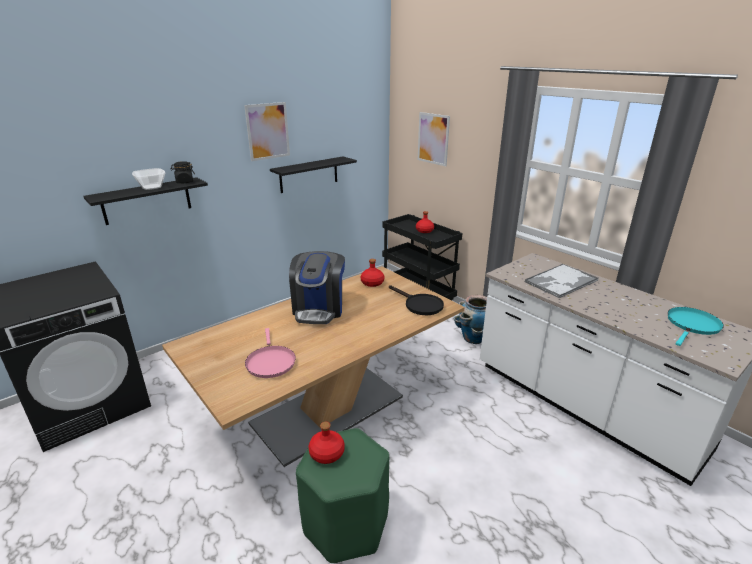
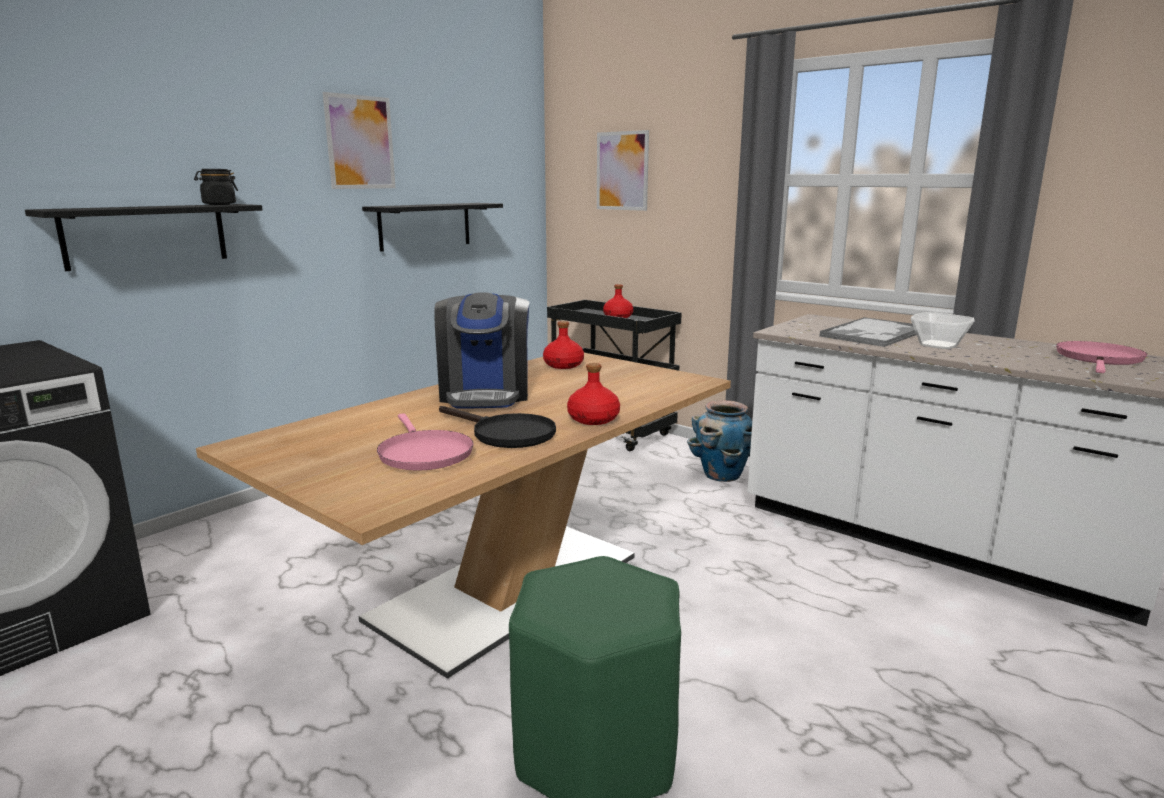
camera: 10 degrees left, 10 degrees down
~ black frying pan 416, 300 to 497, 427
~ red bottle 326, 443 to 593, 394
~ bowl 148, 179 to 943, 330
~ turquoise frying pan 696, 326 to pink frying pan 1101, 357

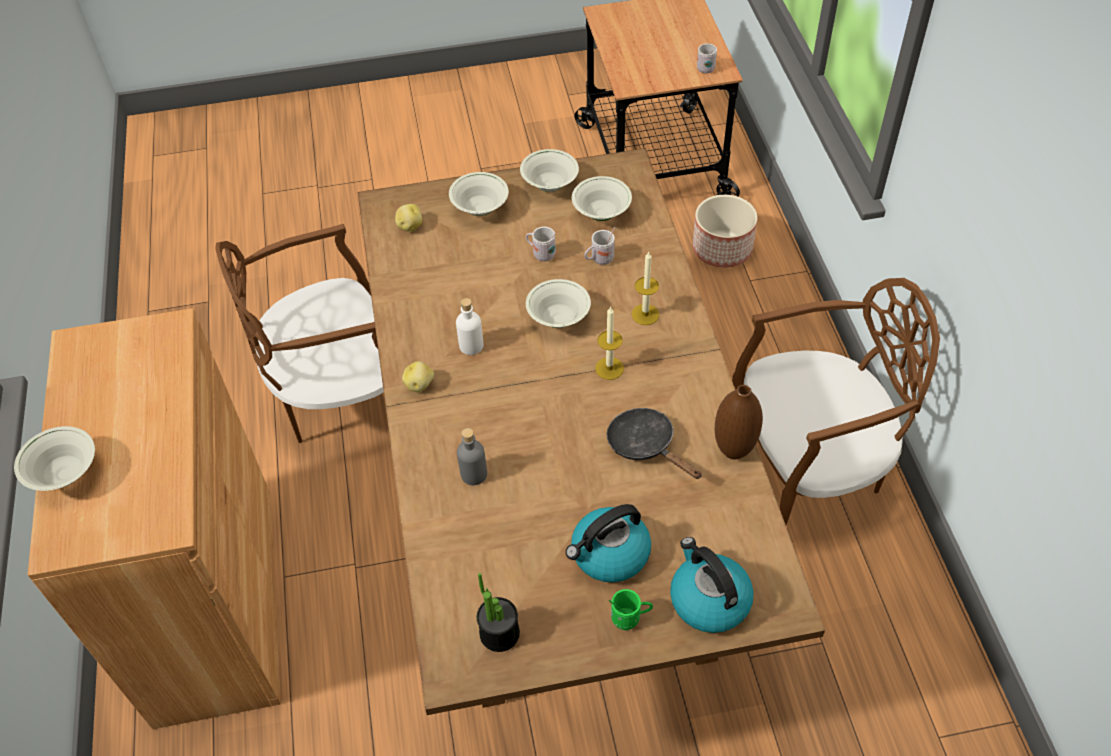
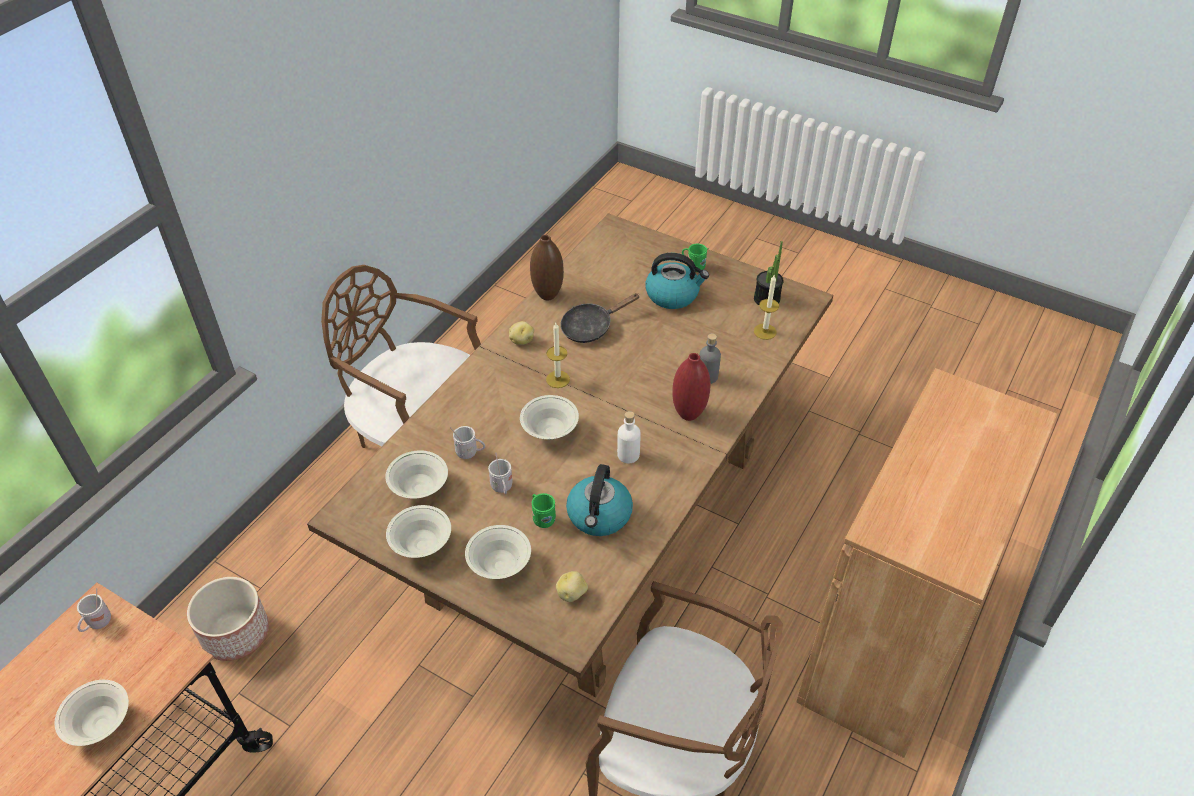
camera: 140 degrees left, 5 degrees down
~ white bowl 54, 458 to 92, 713
~ potato 418, 376 to 521, 333
+ green mug 544, 510
~ black frying pan 654, 443 = 600, 318 60 degrees clockwise
~ kettle 712, 585 to 599, 500
+ red vase 691, 387
~ candle 645, 288 to 766, 307

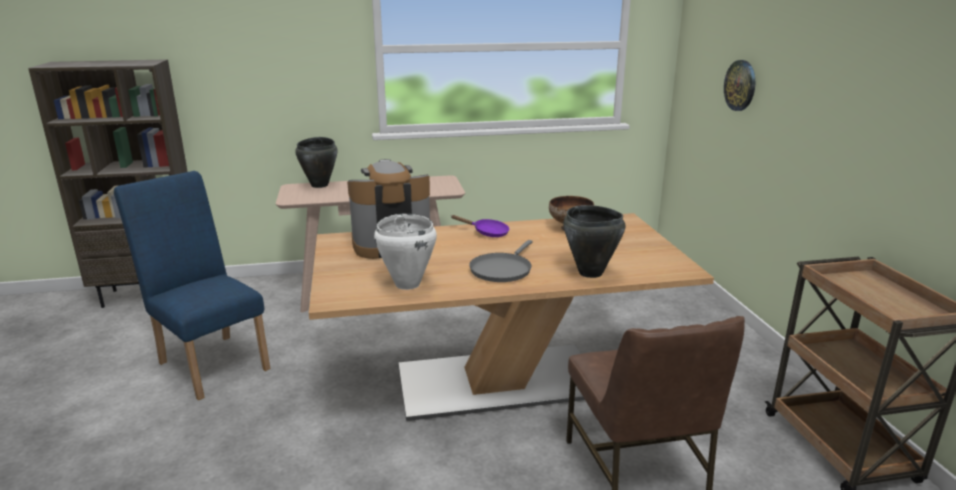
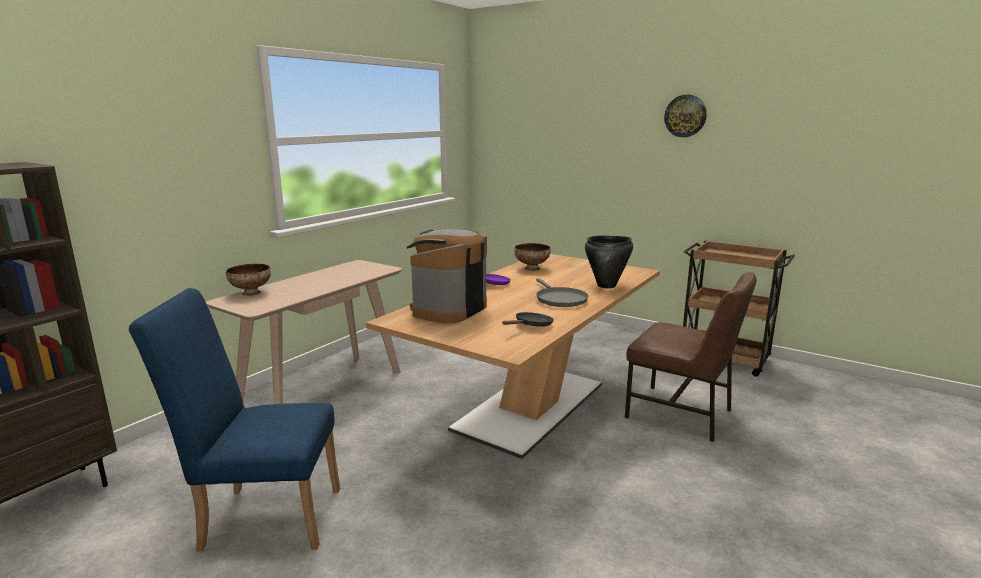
camera: 45 degrees left, 5 degrees down
~ black cooking pot 316, 162 to bowl 248, 279
~ white cooking pot 405, 252 to black frying pan 528, 319
~ wall clock 739, 85 to 685, 116

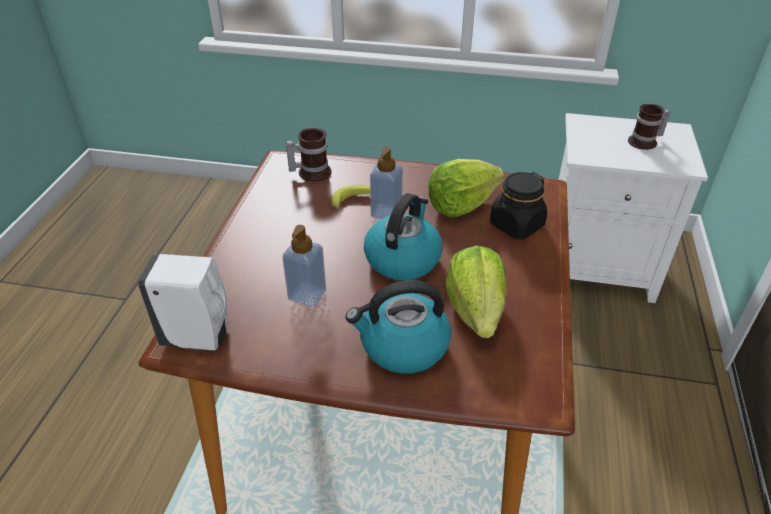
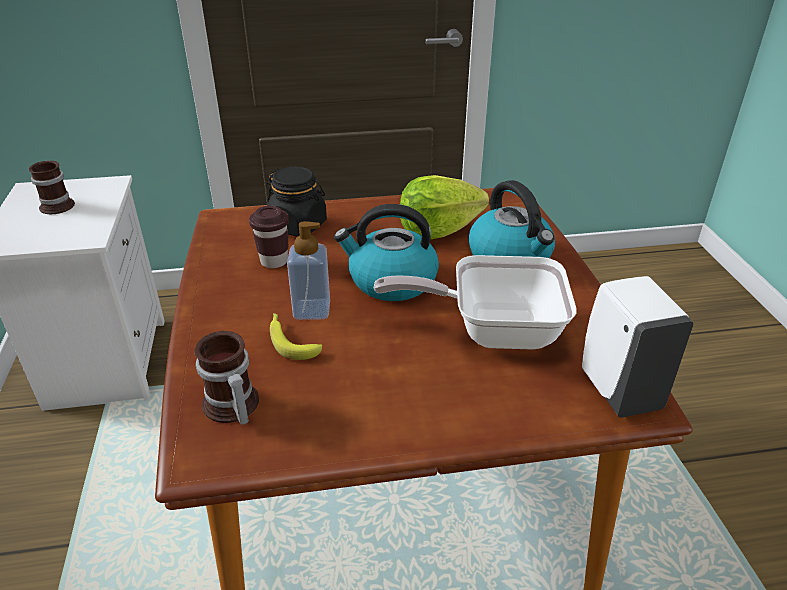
camera: 110 degrees left, 5 degrees down
~ lettuce 466, 188 to brown cup 269, 237
~ soap dispenser 304, 266 to frying pan 475, 302

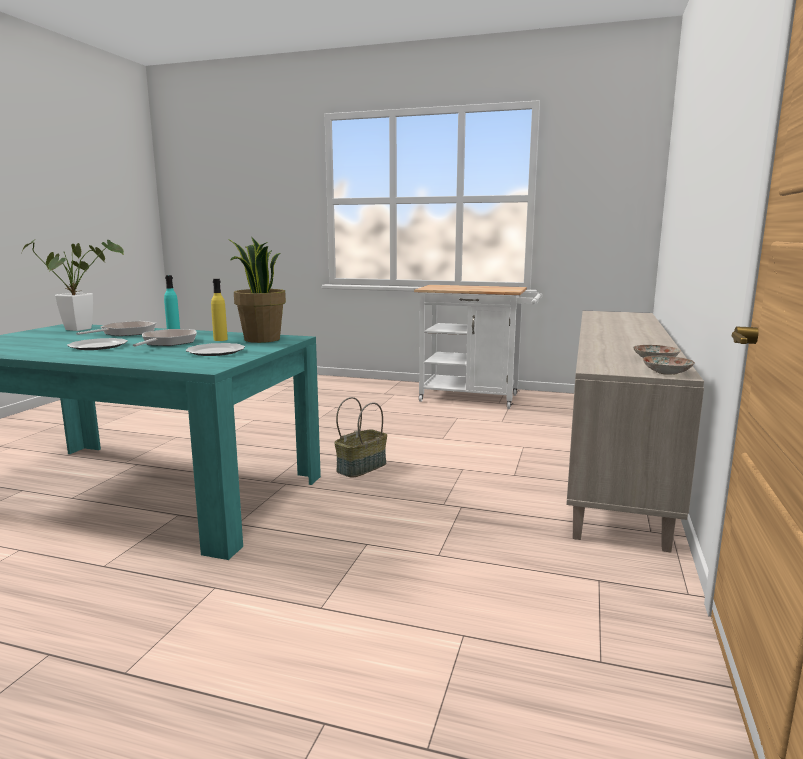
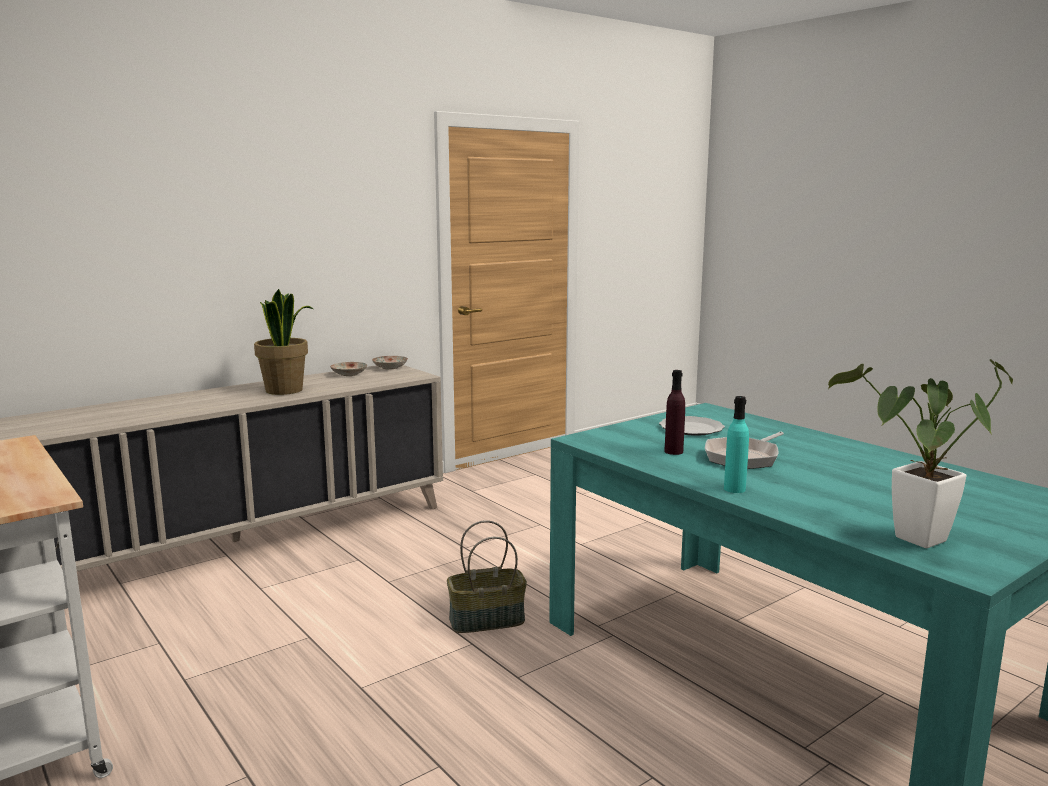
camera: 145 degrees left, 0 degrees up
~ potted plant 257, 290 to 283, 342
~ yellow bottle 219, 310 to purple bottle 674, 412
- plate 97, 344
- frying pan 116, 328

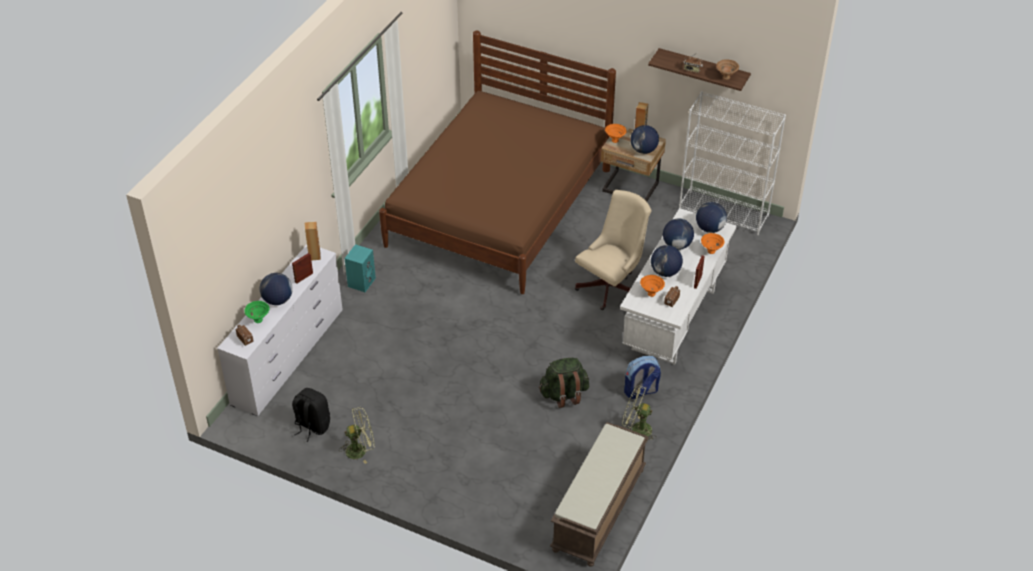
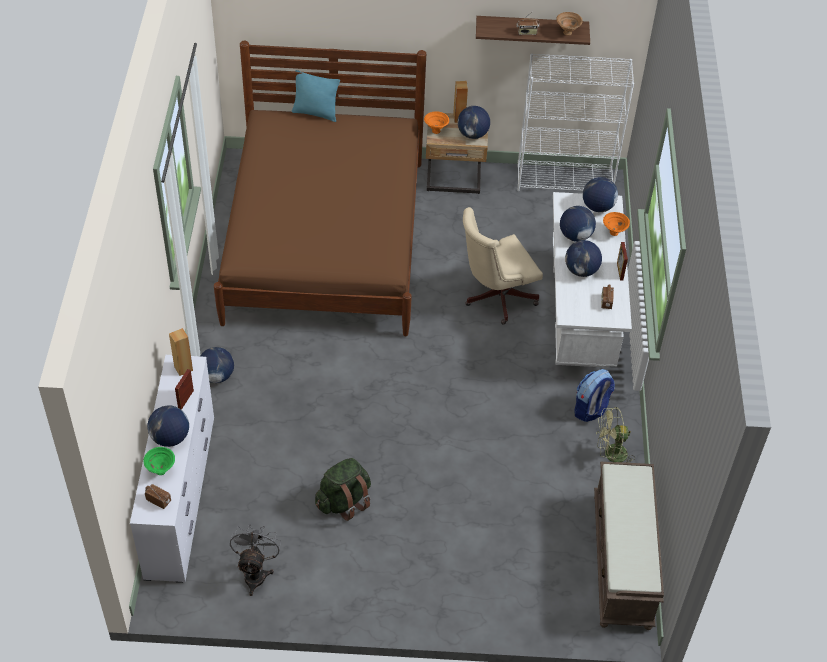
camera: 25 degrees left, 5 degrees up
~ turquoise speaker 360, 268 to globe 217, 365
~ black backpack 311, 415 to grey fan 255, 560
+ turquoise pillow 316, 96
~ green backpack 564, 383 to 343, 489
~ beige office chair 613, 250 = 503, 266 135 degrees counterclockwise
- green fan 357, 435
- orange bowl 652, 286

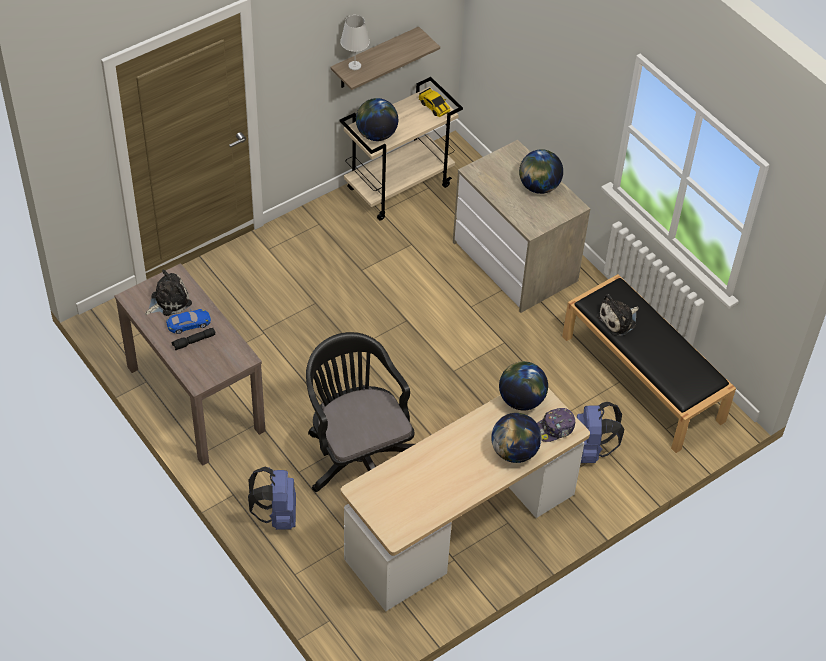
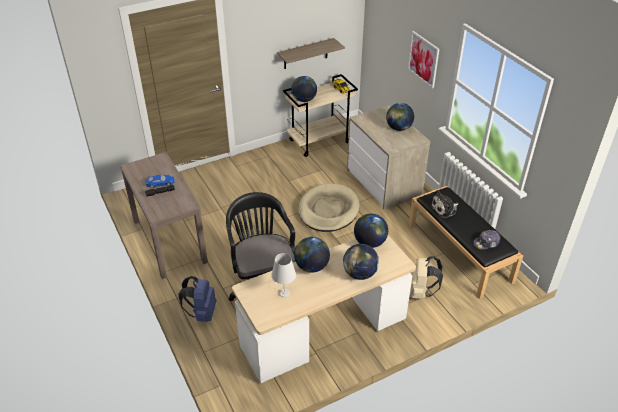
camera: 10 degrees right, 10 degrees down
~ white table lamp 355, 42 to 283, 275
+ globe 312, 255
+ beige dog bed 329, 207
+ picture 423, 59
~ blue backpack 600, 432 to beige backpack 426, 277
~ cap 556, 425 to 486, 240
- plush toy 168, 293

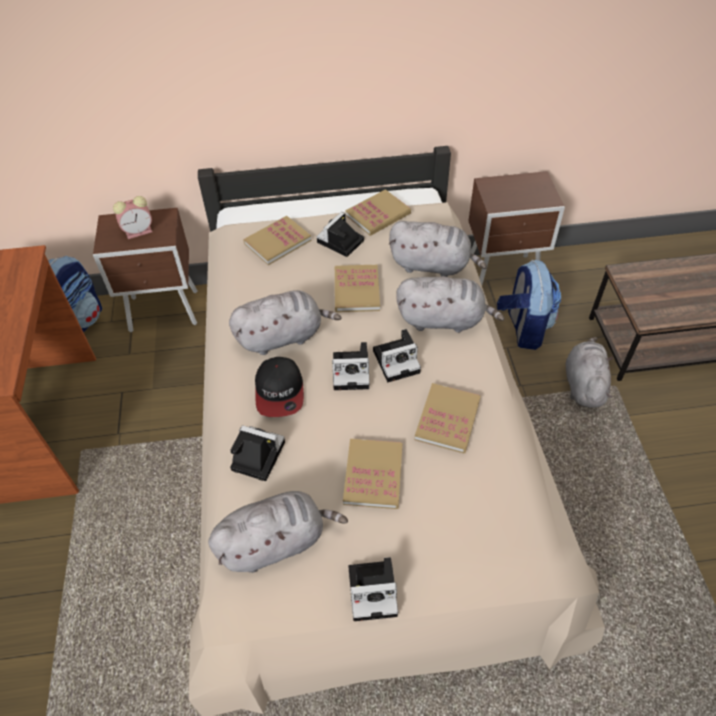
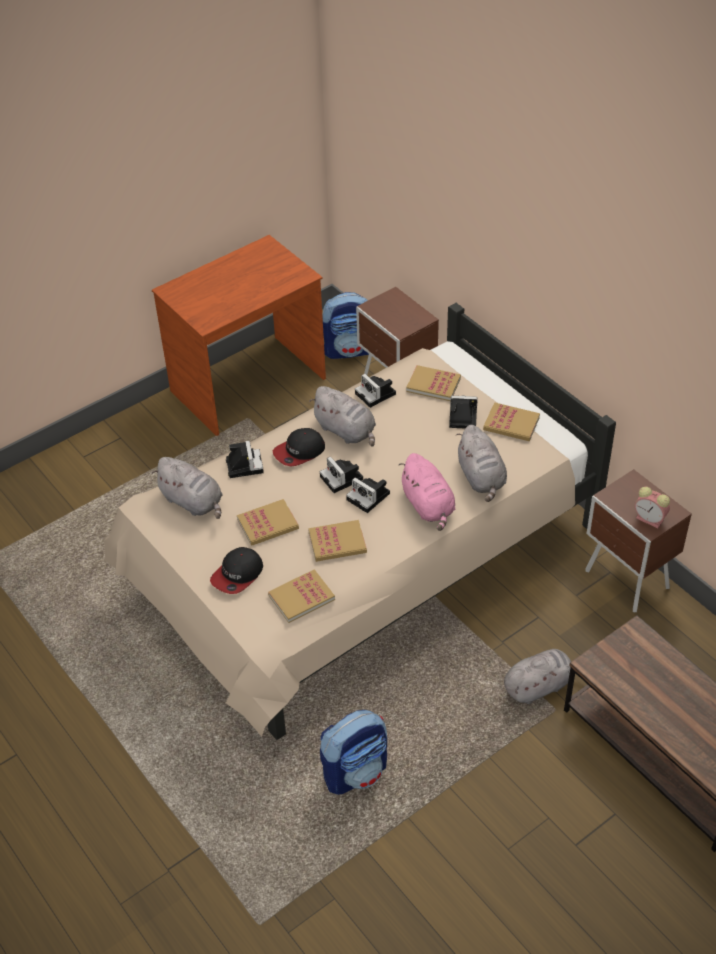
camera: 60 degrees right, 5 degrees down
+ cap 236, 570
~ book 357, 288 to 301, 596
~ backpack 529, 305 to 353, 752
~ photo camera 373, 589 to 375, 391
~ grey plush toy 450, 304 to pink plush toy 426, 492
~ alarm clock 132, 217 to 652, 507

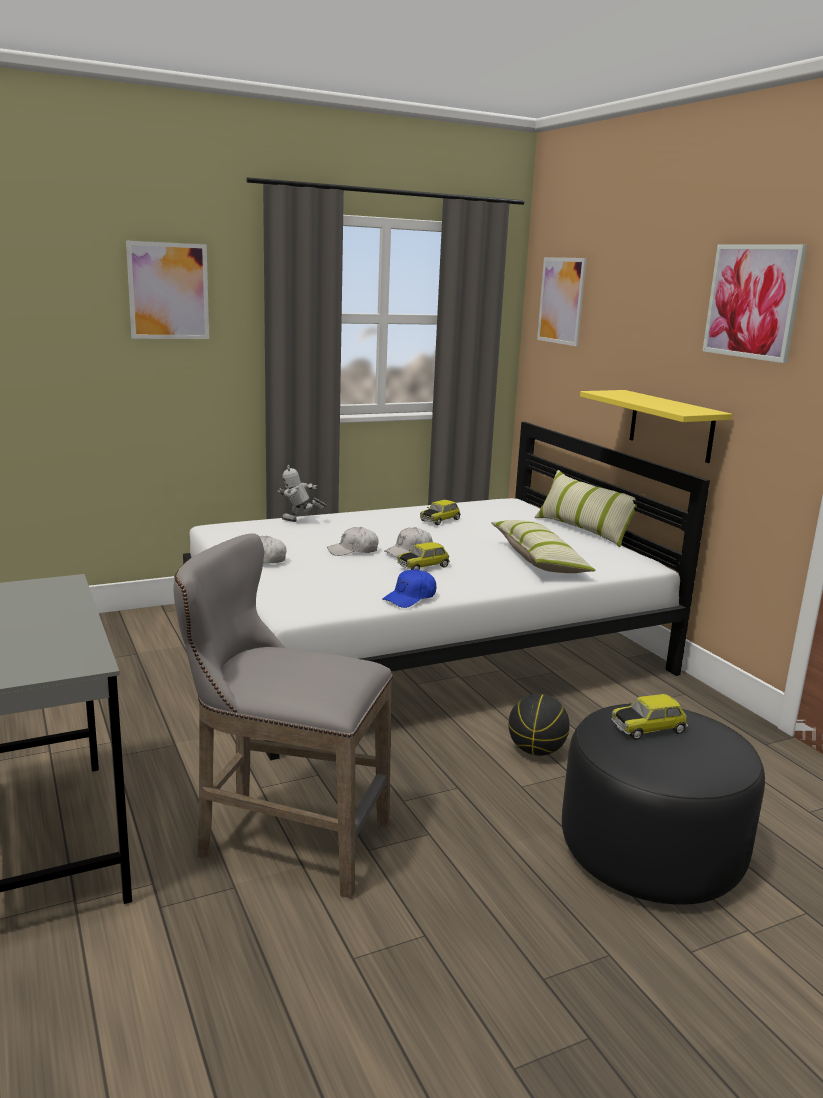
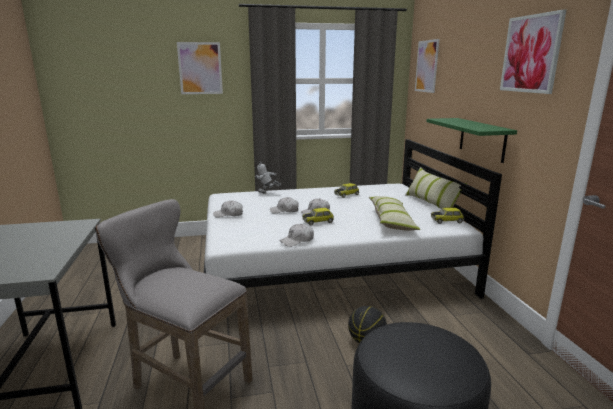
camera: 15 degrees right, 0 degrees up
~ blue cap 409, 588 to white cap 297, 235
~ yellow shelf 656, 426 to green shelf 471, 140
~ toy car 649, 717 to 447, 216

